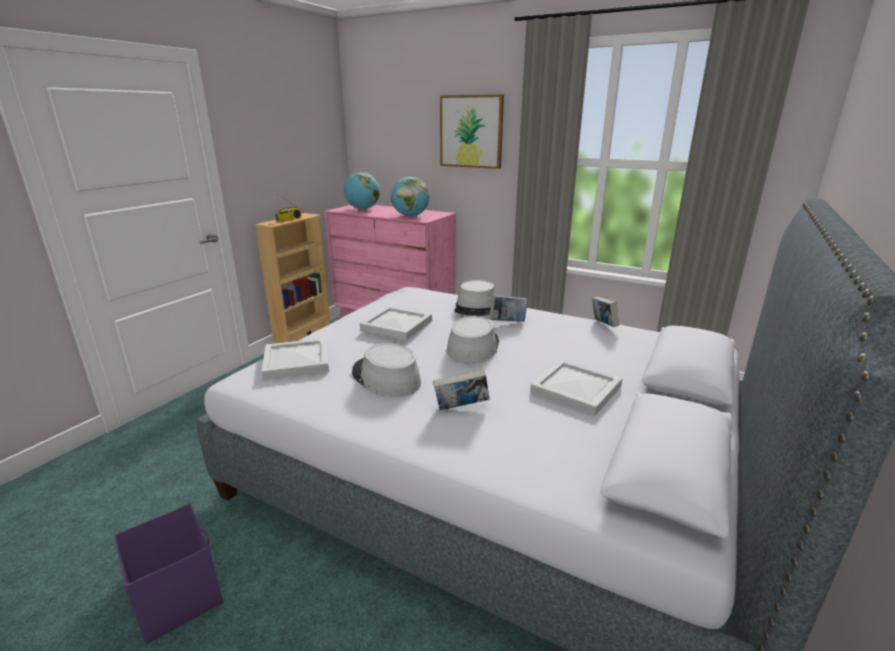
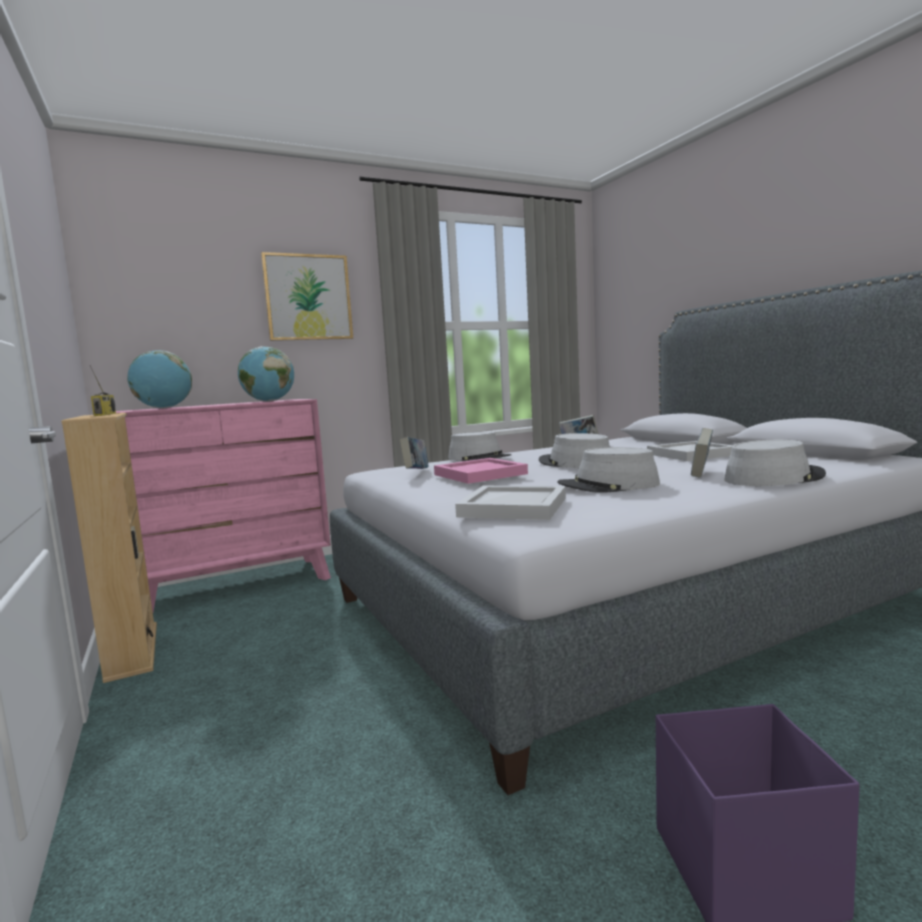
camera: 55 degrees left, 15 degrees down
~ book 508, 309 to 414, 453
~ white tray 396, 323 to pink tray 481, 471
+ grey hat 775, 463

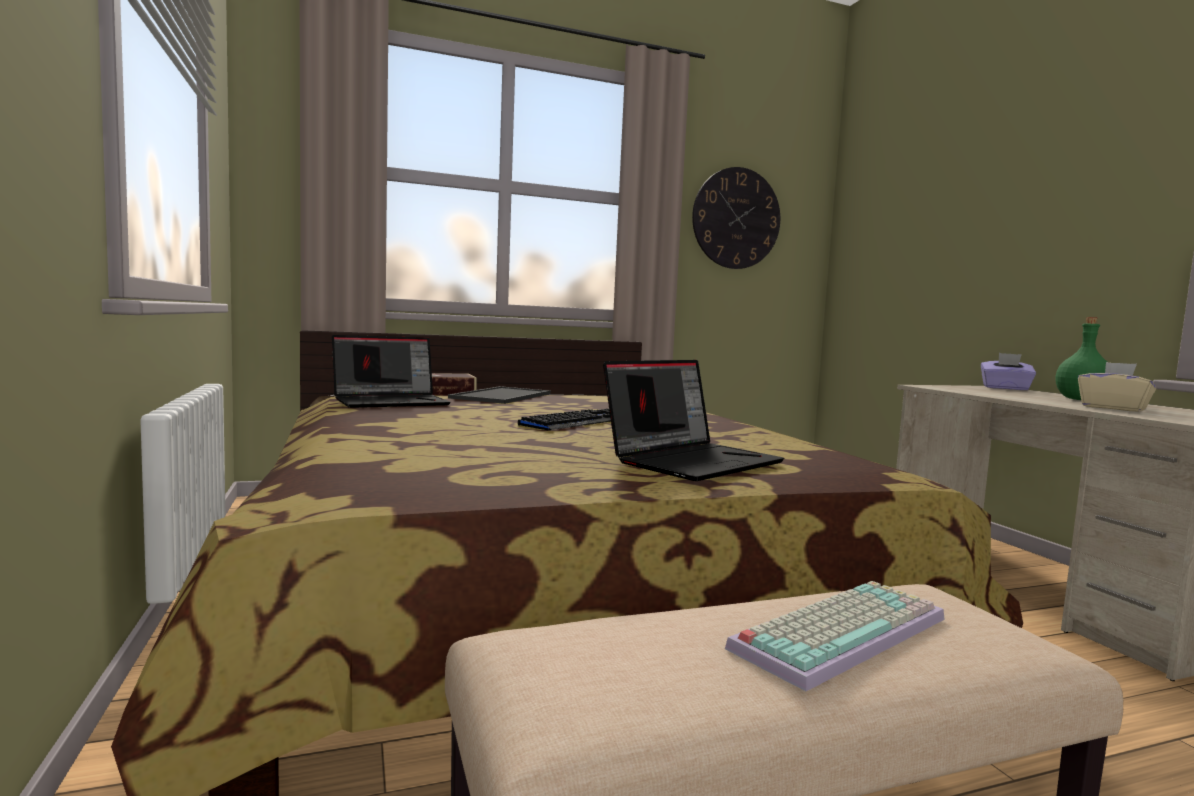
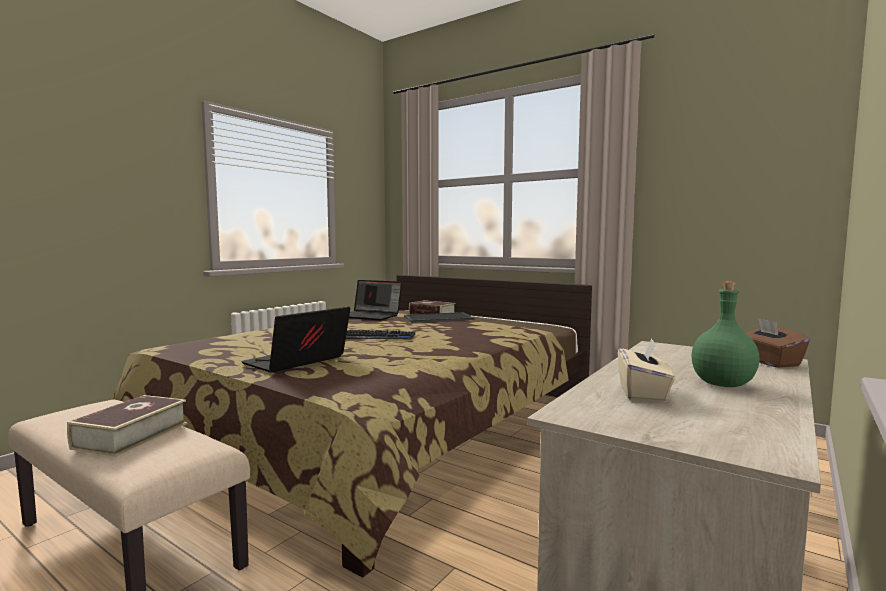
camera: 55 degrees right, 0 degrees up
~ keyboard 835, 636 to book 127, 426
~ laptop 693, 420 = 295, 339 120 degrees clockwise
~ purple tissue box 1008, 371 to brown tissue box 777, 343
- wall clock 736, 218

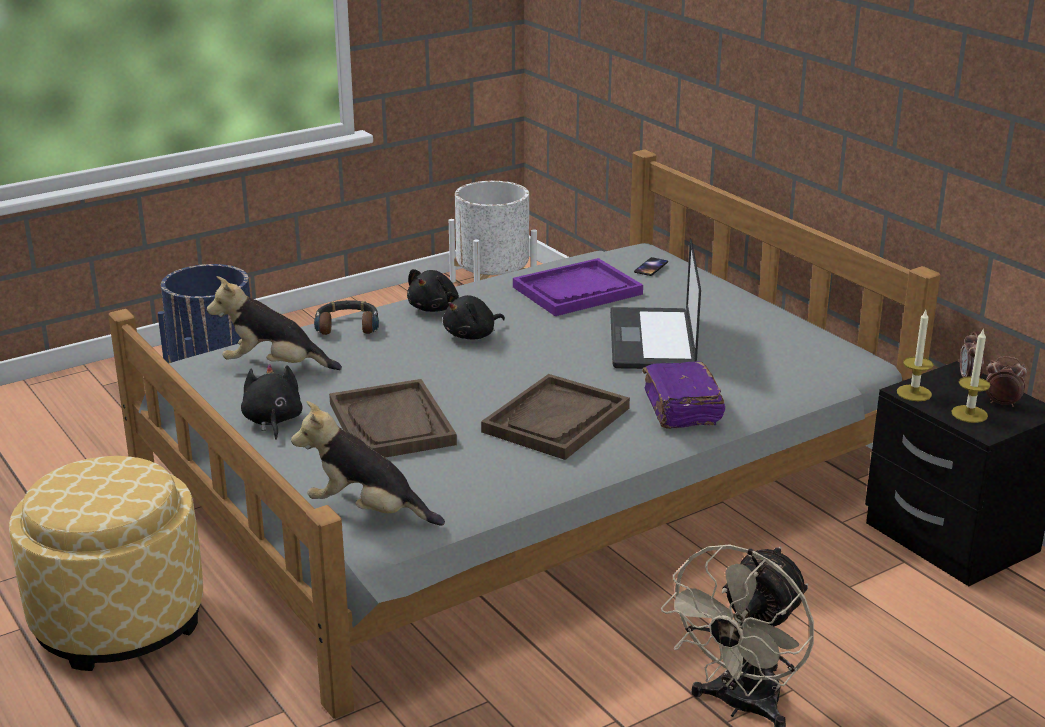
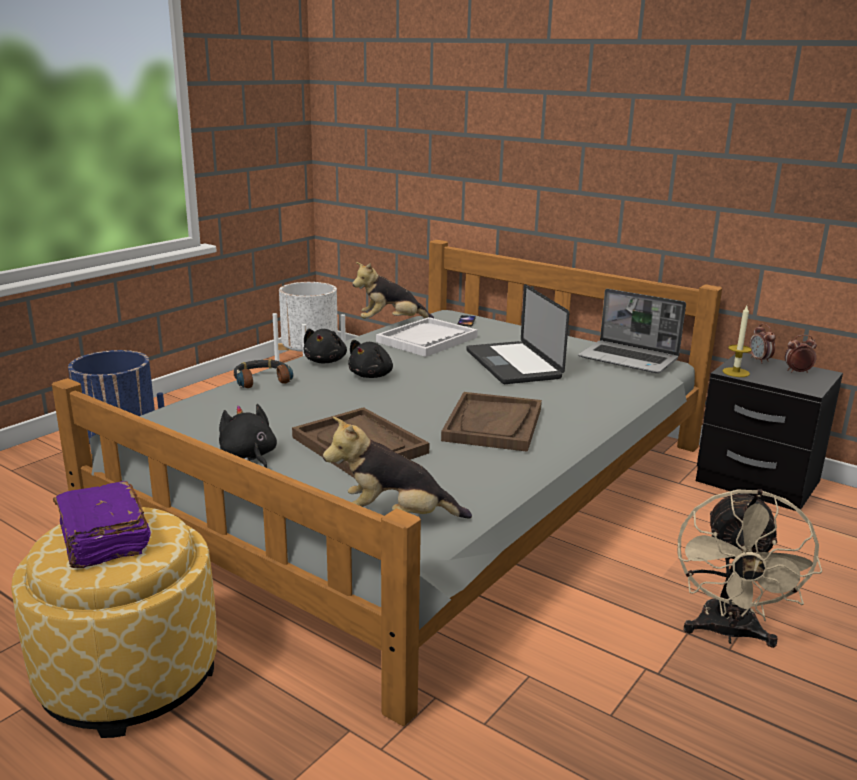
camera: 20 degrees left, 5 degrees down
~ purple book 683, 395 to 102, 524
~ plush toy 274, 323 to 393, 290
~ purple tray 578, 287 to white tray 427, 337
+ laptop 632, 331
- candle 970, 375

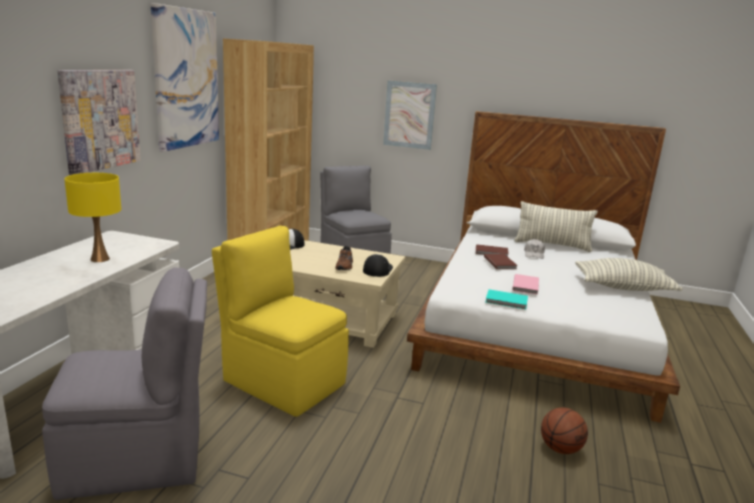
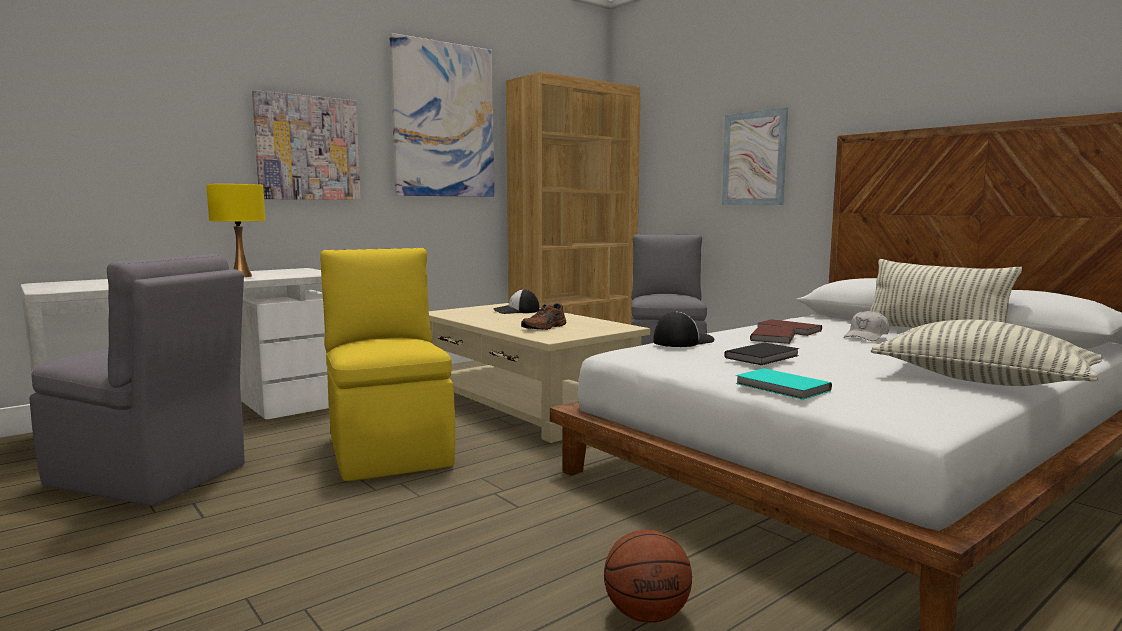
camera: 35 degrees right, 10 degrees down
~ cap 378, 265 to 683, 329
~ pink book 526, 284 to black book 761, 353
~ turquoise book 507, 299 to 783, 384

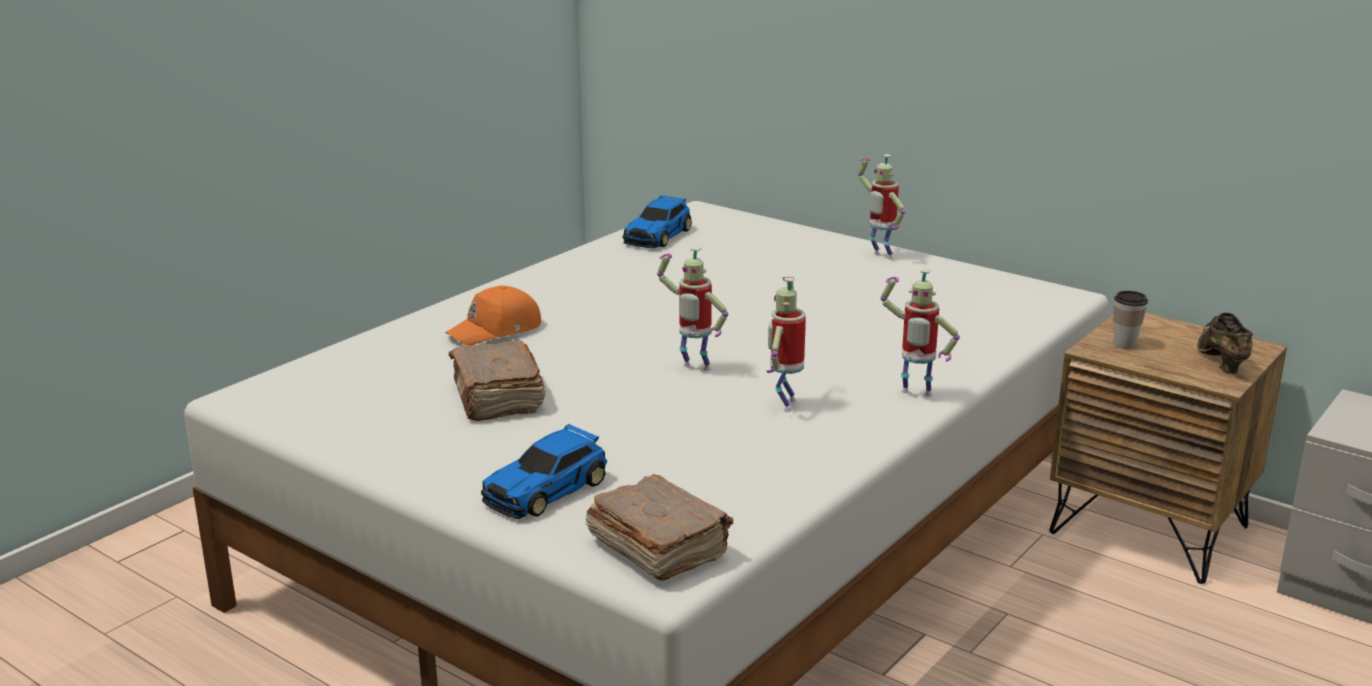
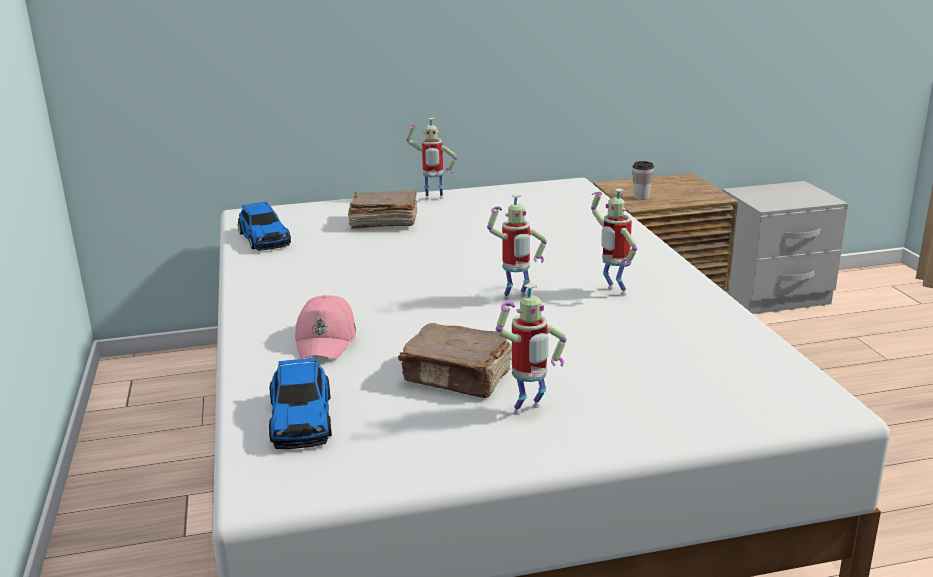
camera: 50 degrees left, 0 degrees up
~ toy car 544, 471 to 300, 403
~ orange cap 493, 315 to pink cap 325, 327
~ brown book 659, 527 to 382, 209
~ toy robot 920, 332 to 531, 349
- brown shoe 1225, 343

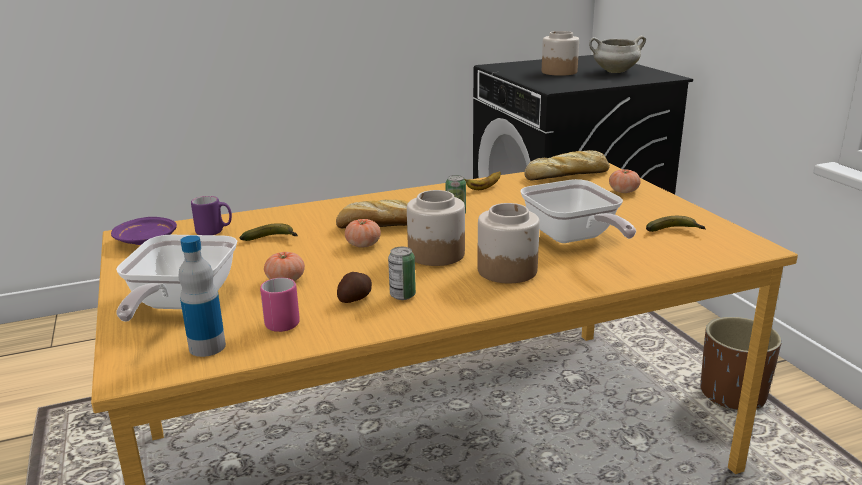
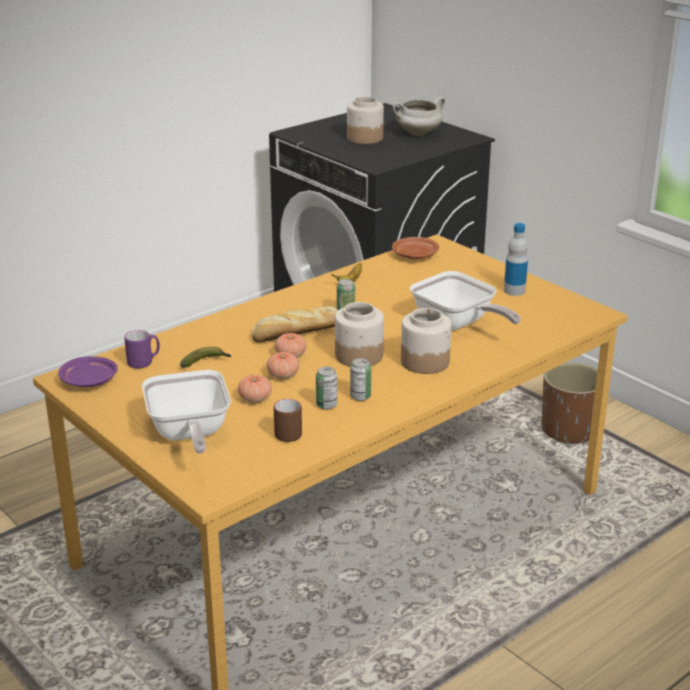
camera: 20 degrees left, 5 degrees up
~ tomato 625, 181 to 283, 365
~ pink mug 280, 305 to brown mug 288, 420
~ potato 354, 287 to can 326, 388
~ bread 567, 165 to brown plate 415, 248
~ bottle 202, 296 to 516, 259
- banana 675, 224

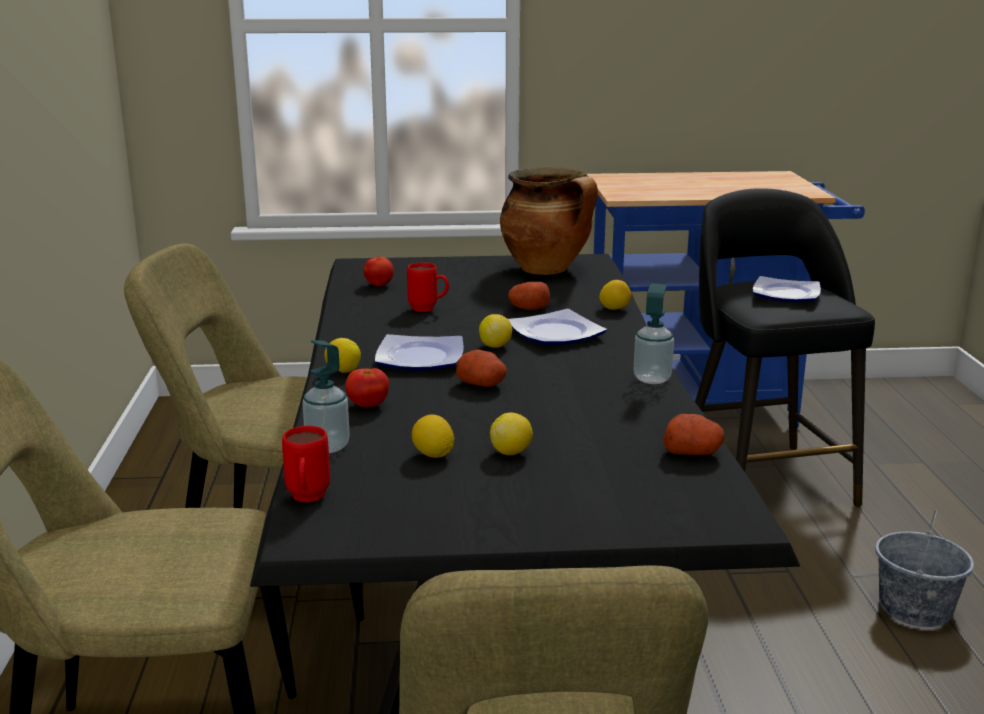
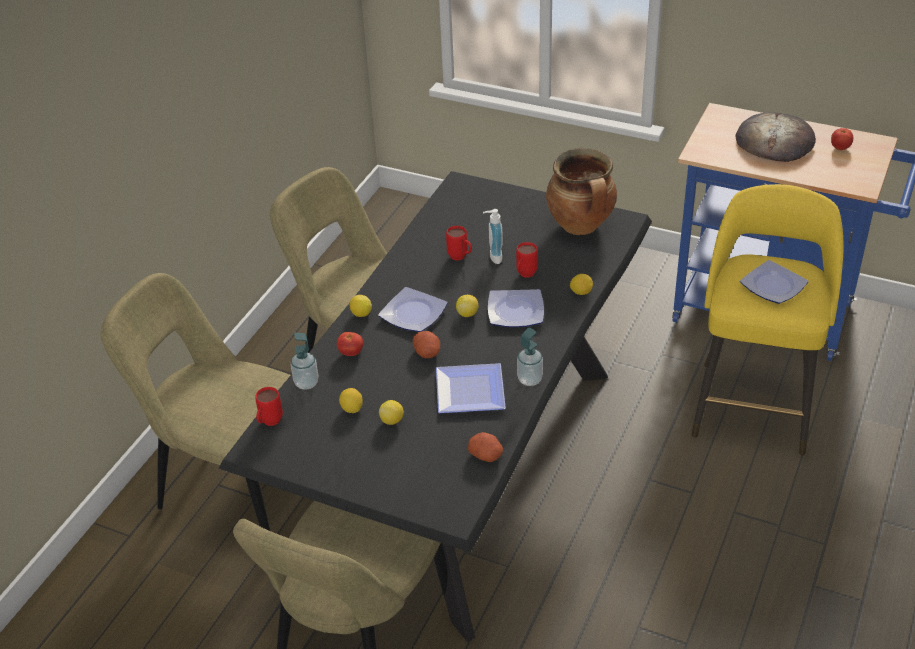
camera: 30 degrees right, 20 degrees up
+ plate 471, 388
+ soap dispenser 493, 236
~ potato 529, 296 to red mug 527, 260
~ black stool 785, 347 to yellow stool 767, 319
+ bread 775, 137
~ tomato 378, 271 to 842, 139
- grey bucket 924, 568

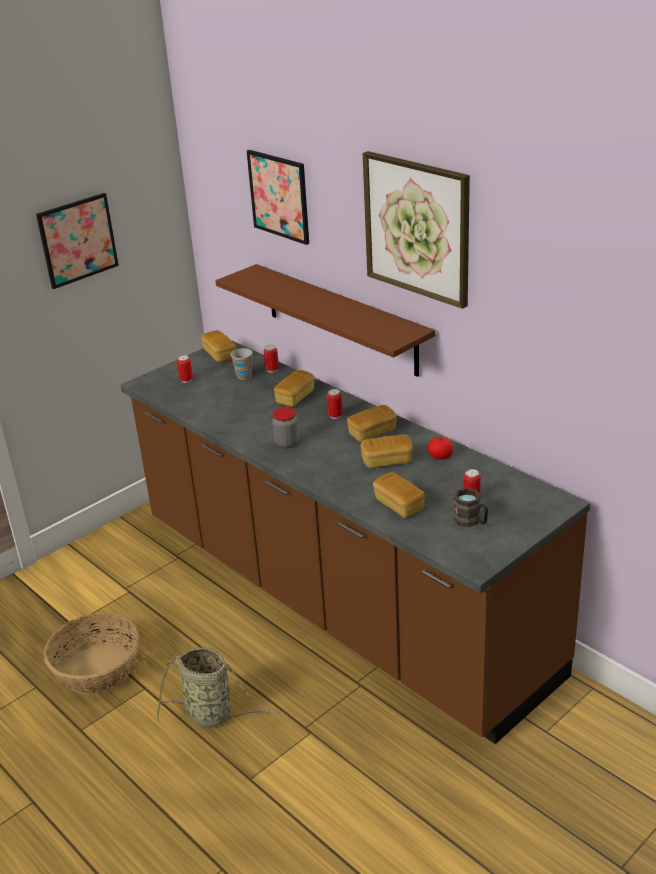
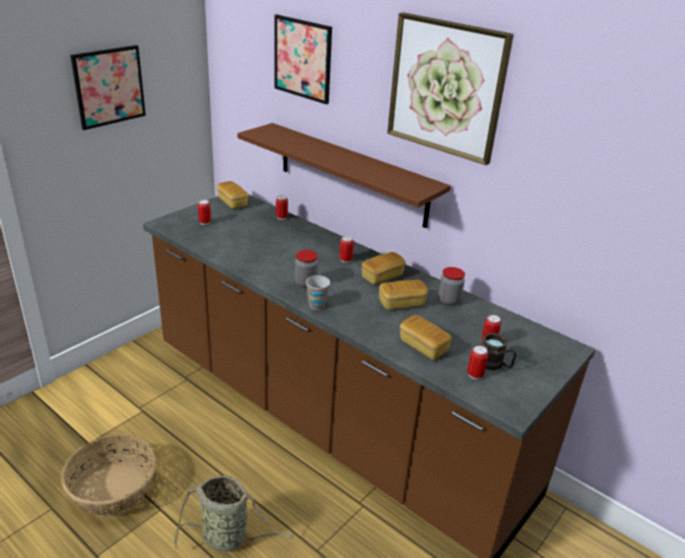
camera: 10 degrees left, 0 degrees up
~ cup 241, 364 to 318, 292
~ tomato 440, 448 to jar 451, 286
+ can 477, 362
- bread 294, 388

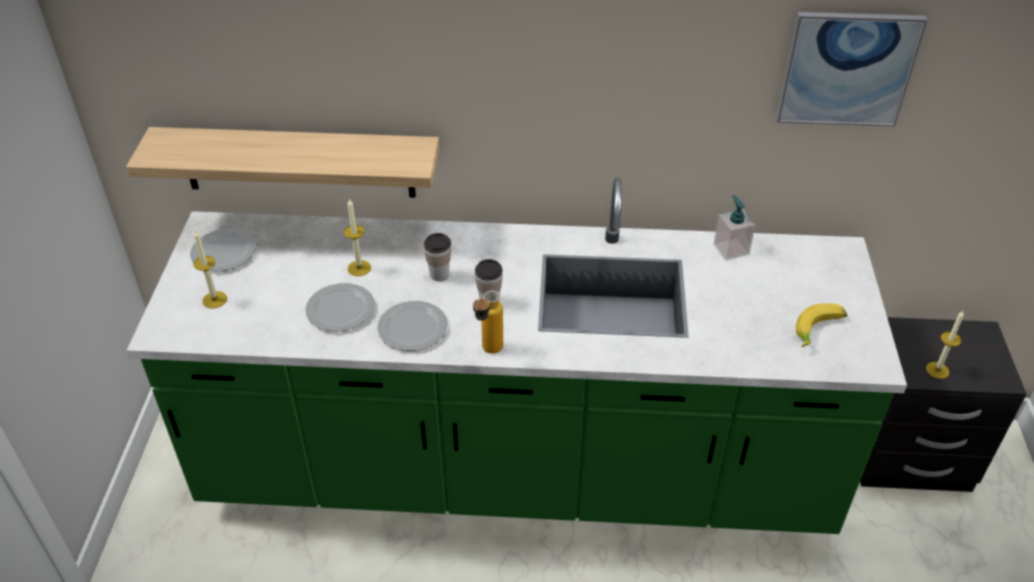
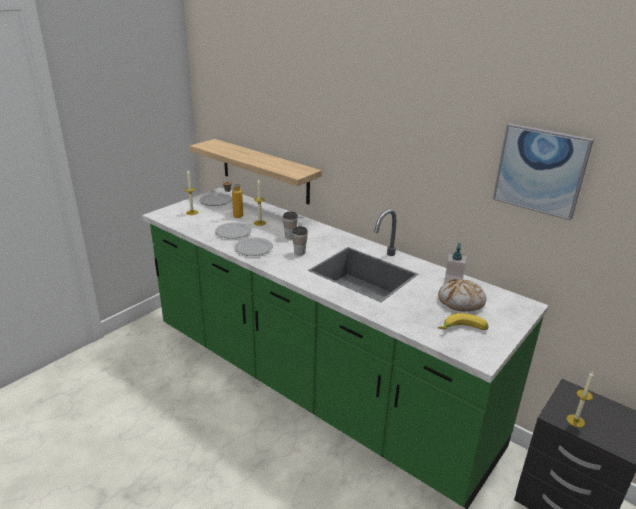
camera: 35 degrees right, 15 degrees down
~ bottle 488, 322 to 233, 198
+ bread 462, 295

